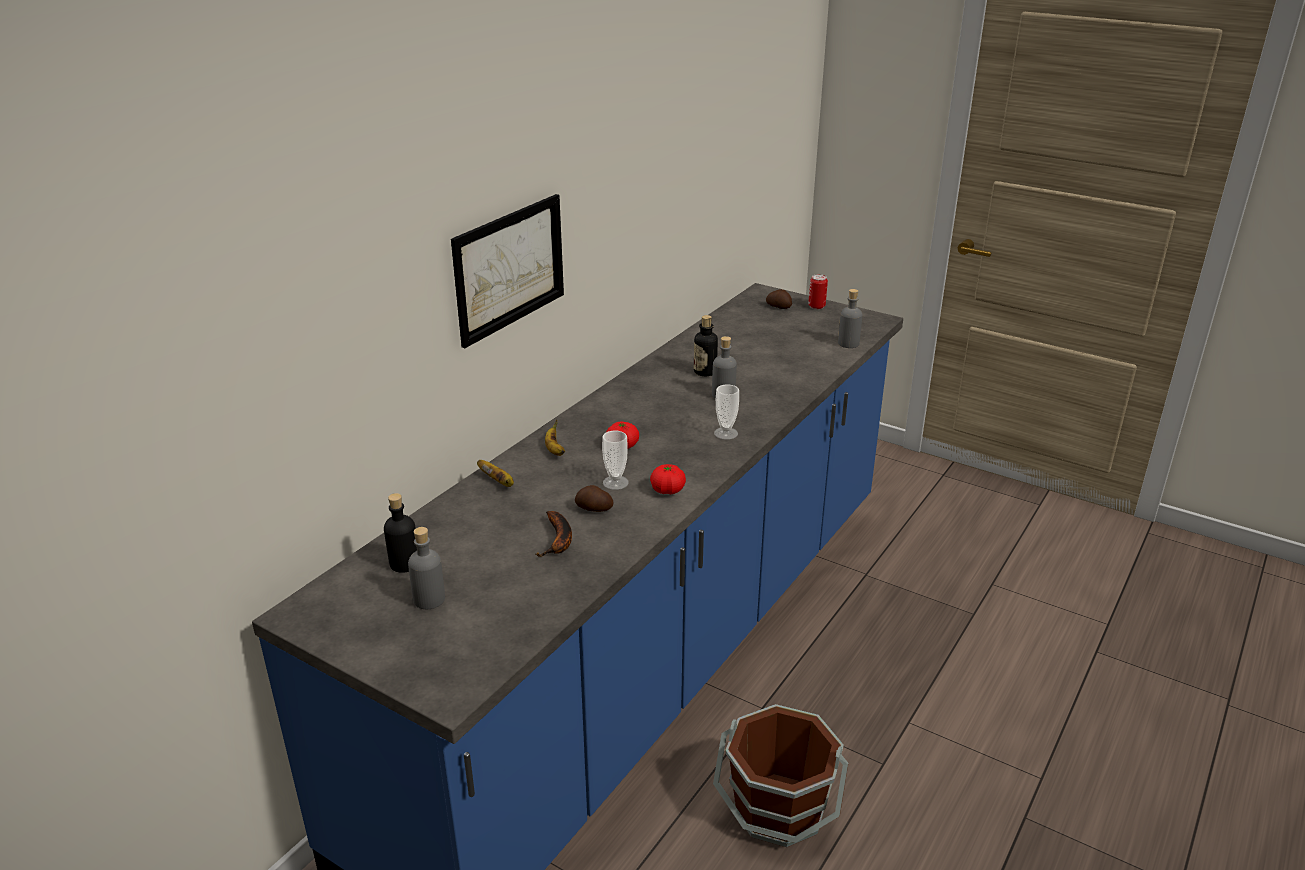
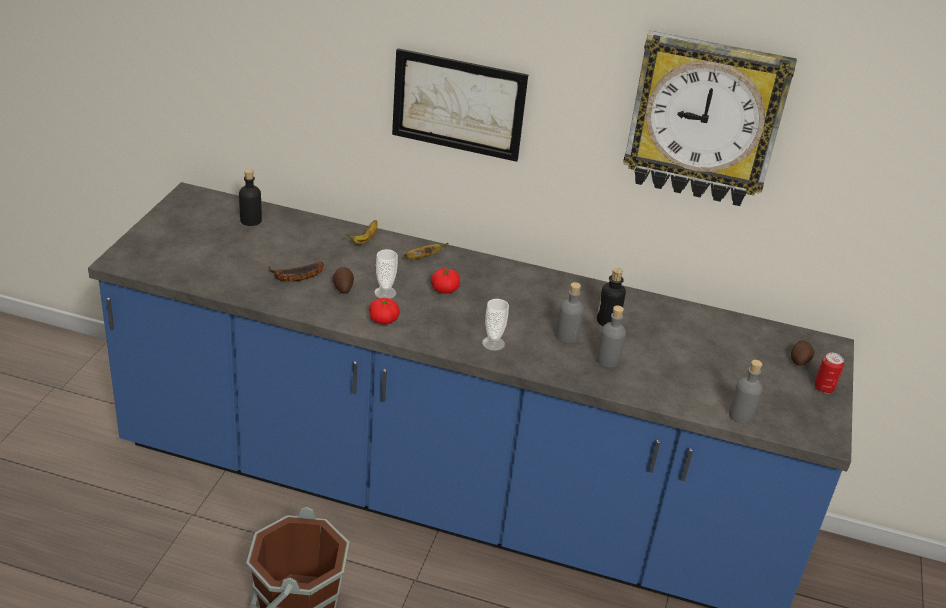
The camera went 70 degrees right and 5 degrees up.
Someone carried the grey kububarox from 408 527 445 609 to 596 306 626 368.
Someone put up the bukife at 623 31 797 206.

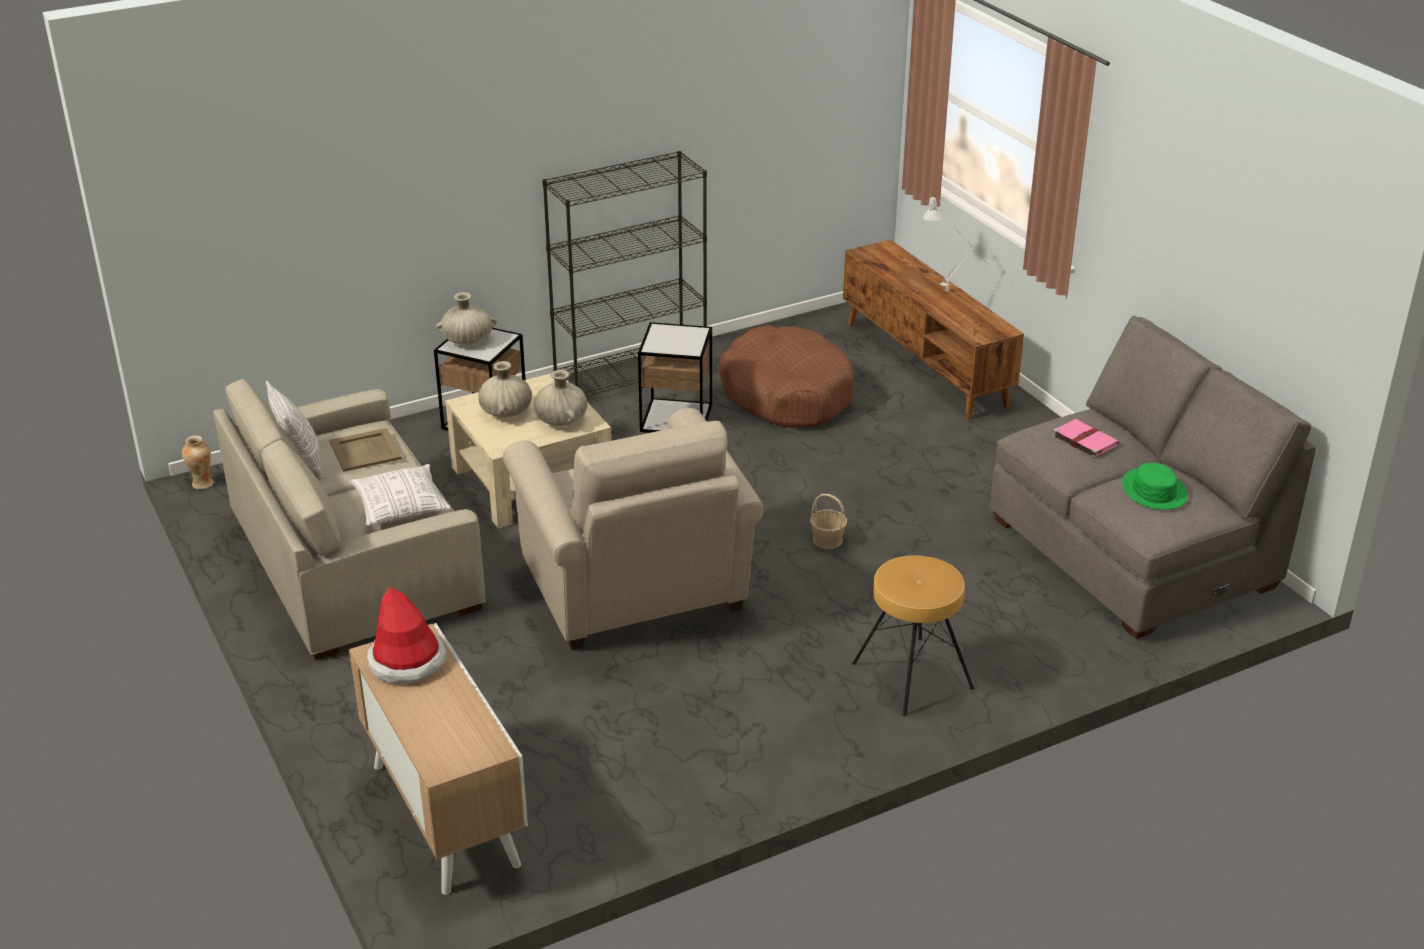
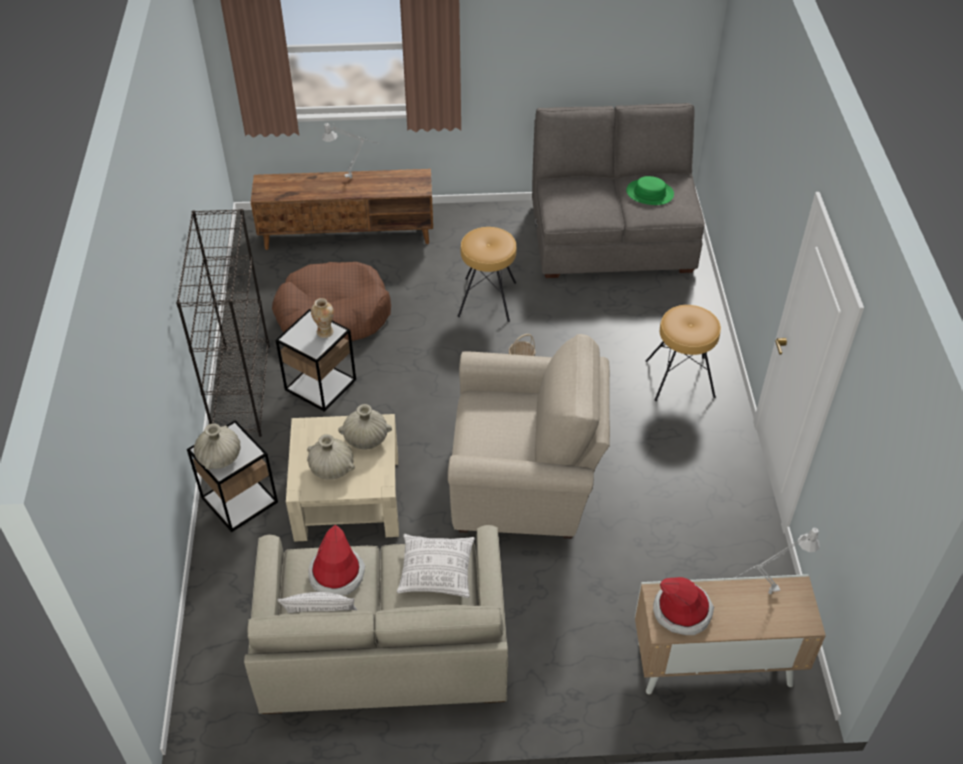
The camera went 65 degrees left and 15 degrees up.
Someone swapped the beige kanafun at 330 428 402 472 for the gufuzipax at 308 524 365 595.
Someone carried the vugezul from 182 436 213 489 to 311 298 334 338.
Someone put down the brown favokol at 457 227 516 322.
Someone put down the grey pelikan at 736 528 820 594.
Someone took away the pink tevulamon at 1052 419 1119 458.

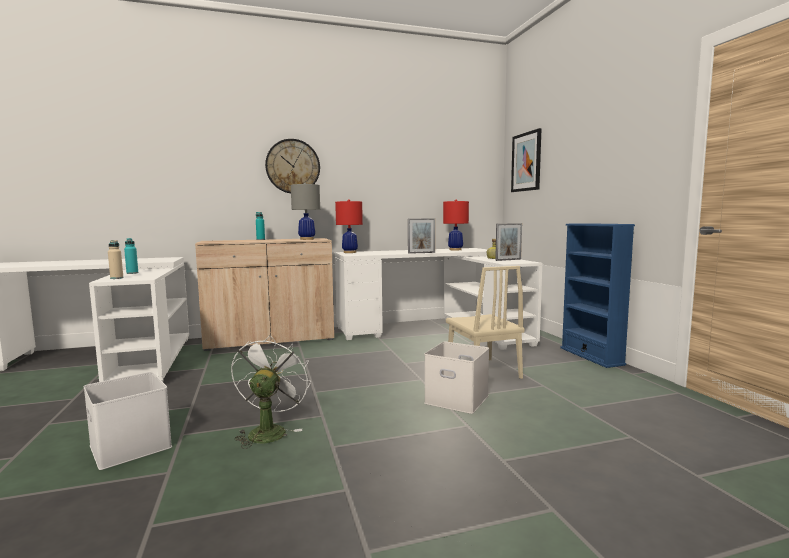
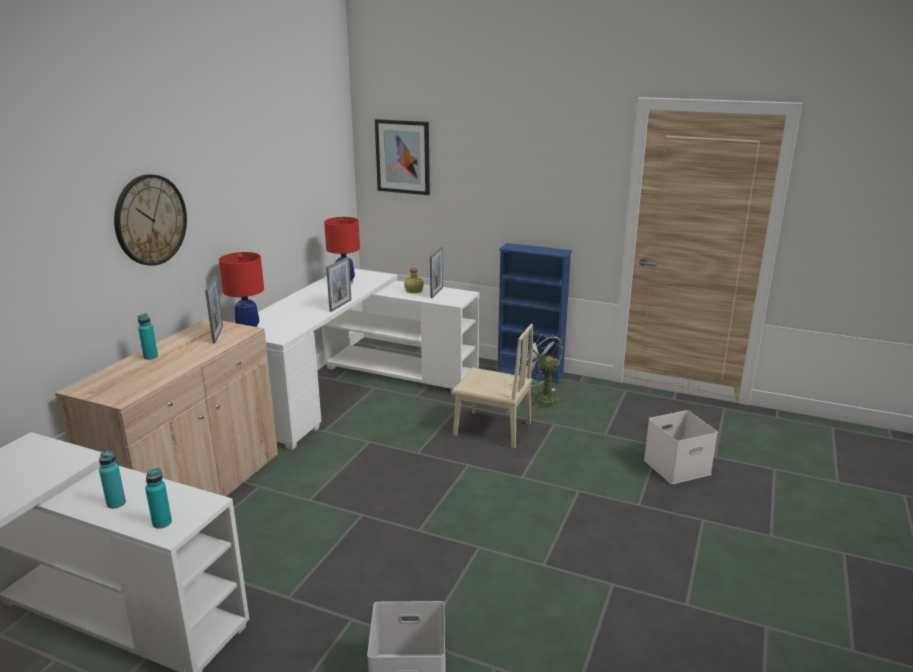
The camera went 50 degrees left and 15 degrees up.
Someone repainted the beige kububarox at 108 240 124 279, which became the turquoise kububarox at 145 468 172 529.
Someone swapped the grey pelikan at 291 183 320 240 for the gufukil at 205 276 223 344.
Someone carried the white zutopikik from 231 335 311 449 to 520 334 563 408.
Someone carried the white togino from 424 342 489 414 to 644 410 718 484.

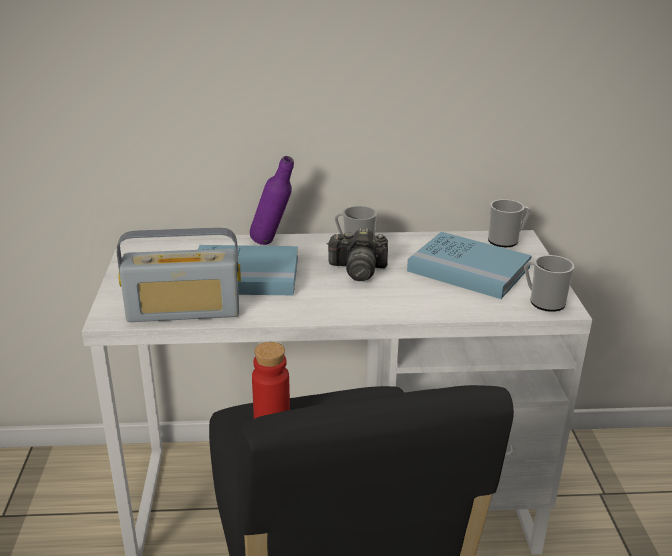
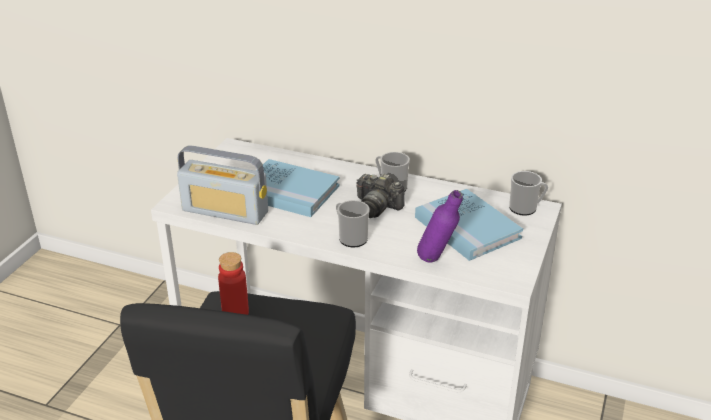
The camera went 25 degrees right and 5 degrees up.
Someone carried the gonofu from 524 255 574 312 to 336 200 370 247.
Someone carried the purple kububarox from 250 156 294 245 to 417 190 463 263.

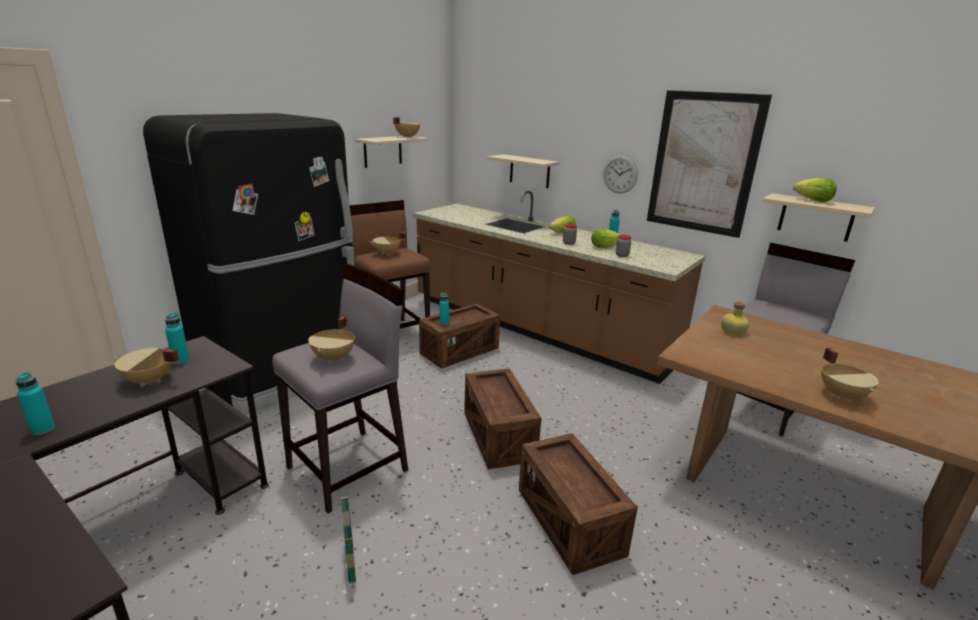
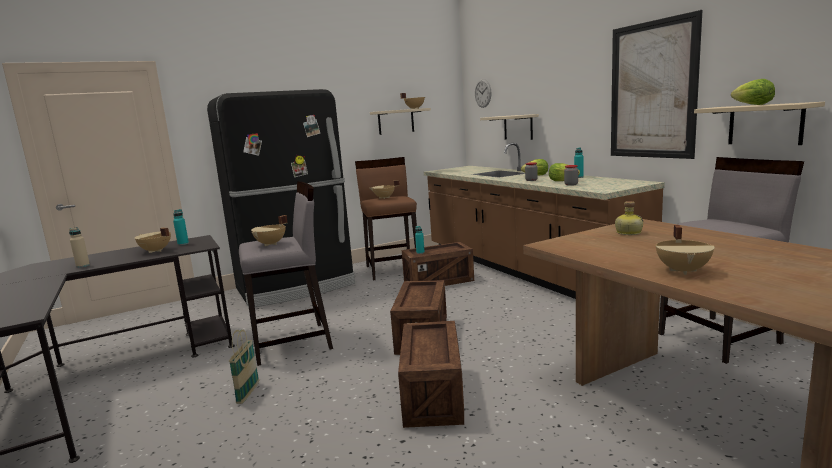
The camera went 25 degrees right and 10 degrees down.
Someone repainted the turquoise kububarox at 16 372 55 435, which became the beige kububarox at 69 227 90 268.
Someone carried the bukife from 603 155 638 193 to 475 79 491 108.

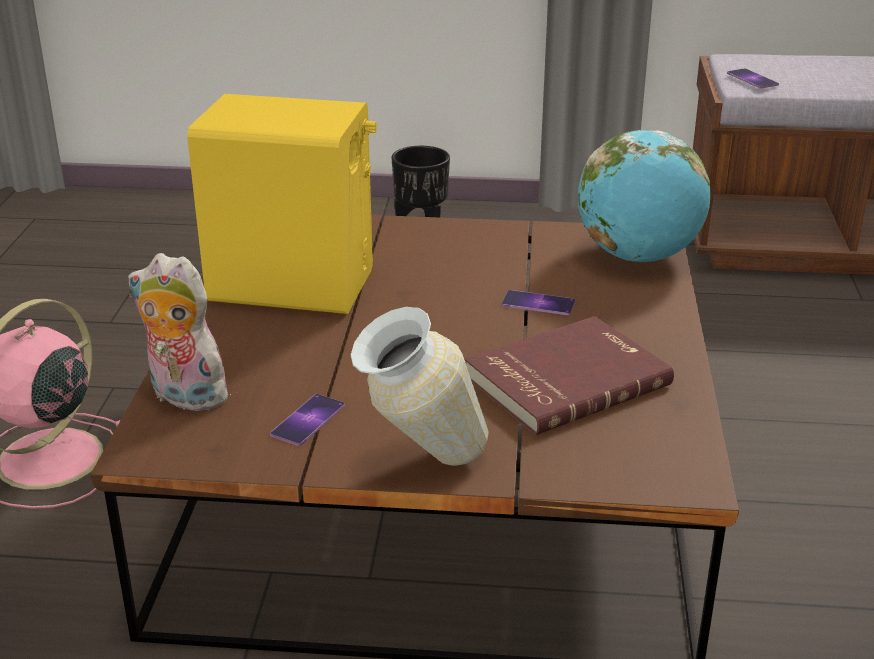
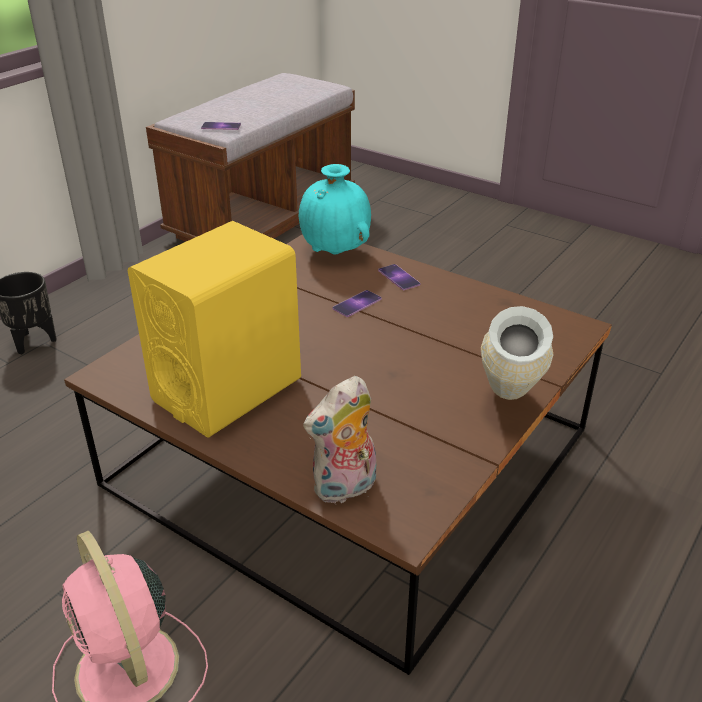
The camera went 60 degrees left and 5 degrees up.
Someone swapped the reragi at 578 130 711 262 for the turquoise vugezul at 299 164 371 255.
Someone carried the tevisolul from 270 394 345 446 to 378 264 420 290.
Someone took away the red tevulamon at 465 316 674 435.

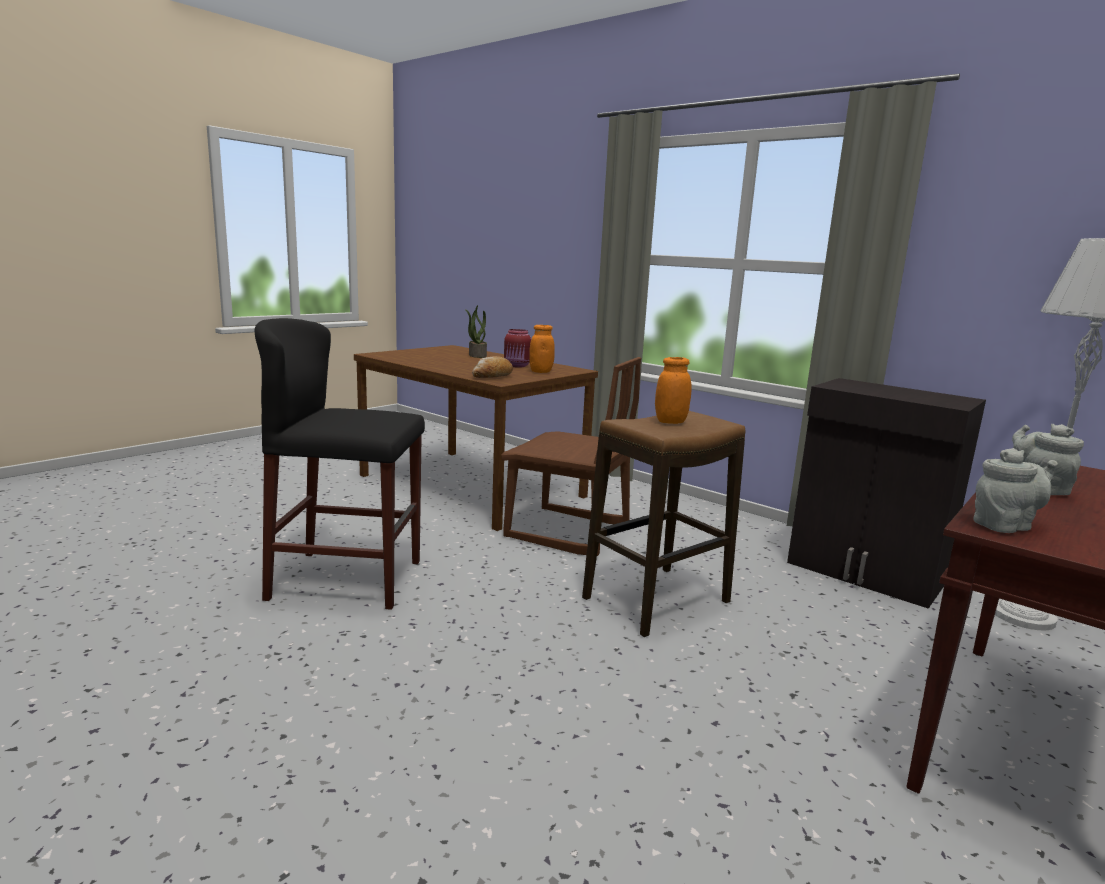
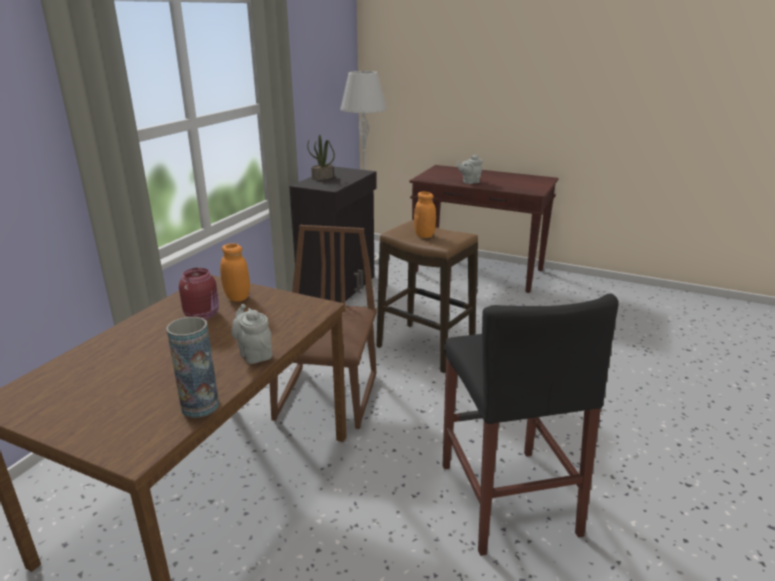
The camera went 105 degrees left and 10 degrees up.
Someone put down the vugezul at 166 317 219 418.
Someone carried the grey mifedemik from 973 448 1058 533 to 231 304 272 364.
Someone carried the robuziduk from 465 305 487 358 to 307 135 335 180.
Someone took away the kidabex at 472 356 513 378.

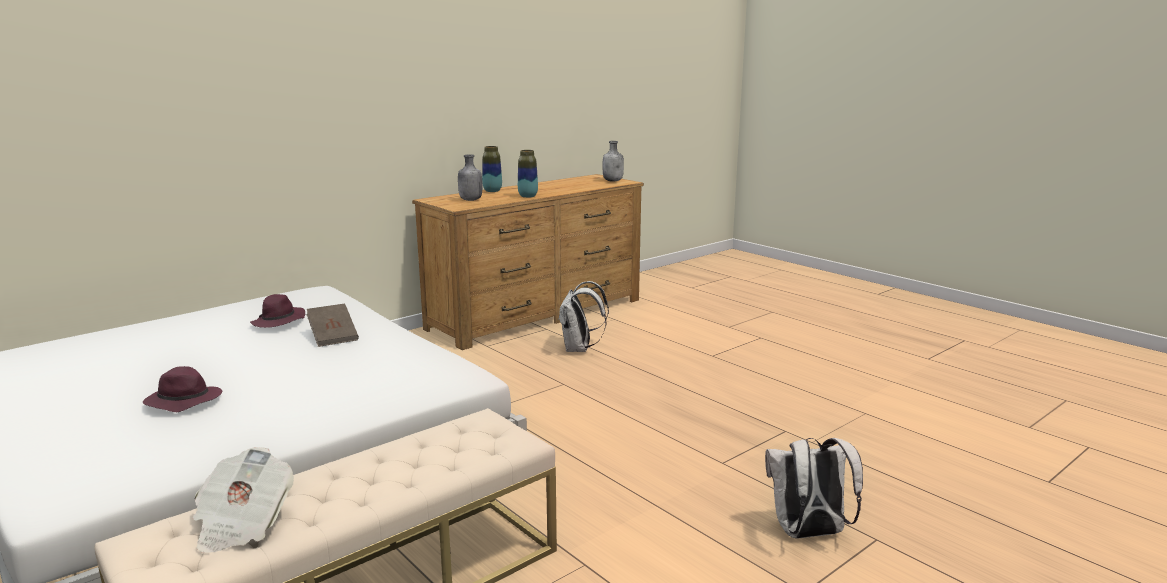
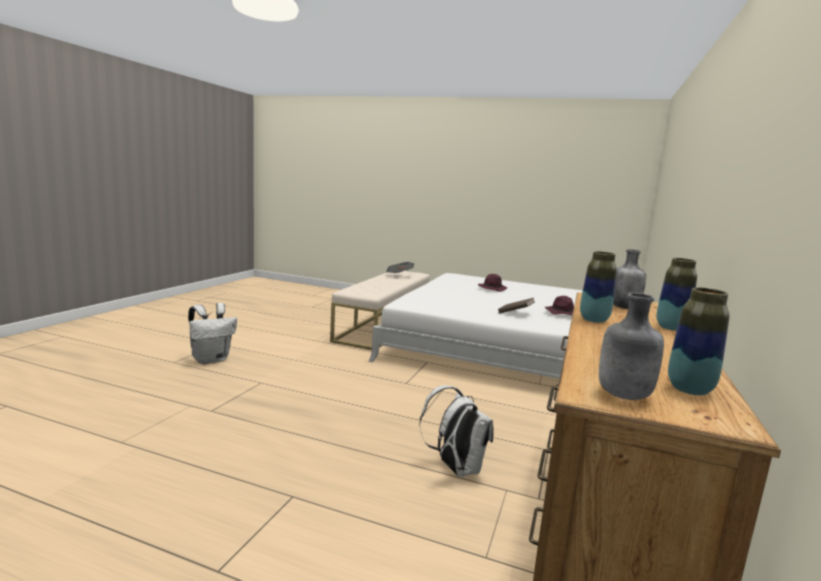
The camera went 150 degrees right and 5 degrees down.
Someone put down the vugezul at 668 287 729 395.

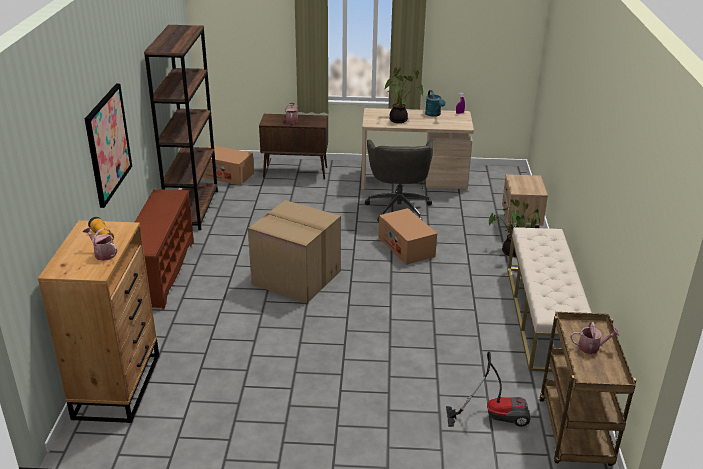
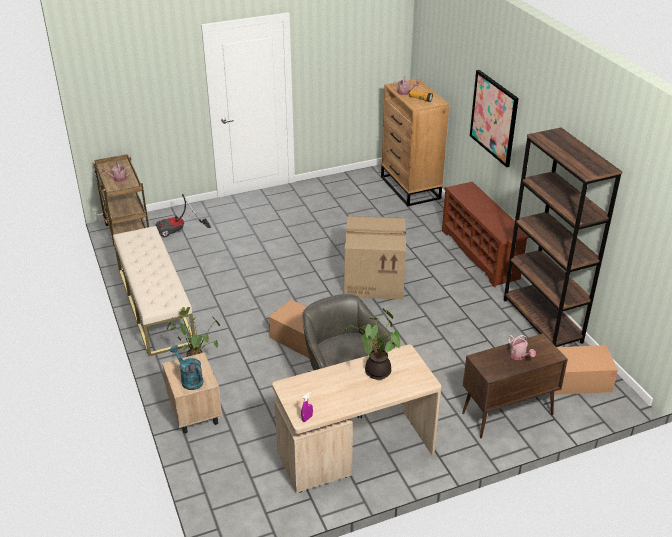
The camera went 155 degrees right and 5 degrees up.
Someone carried the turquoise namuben from 425 90 446 117 to 170 345 204 390.

